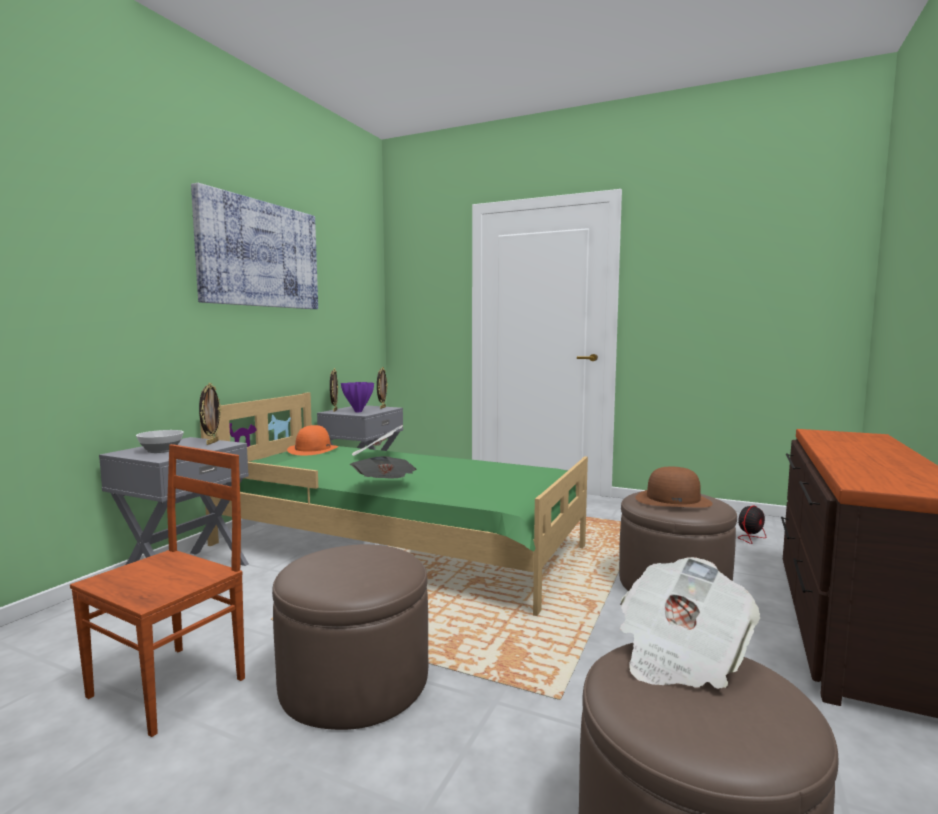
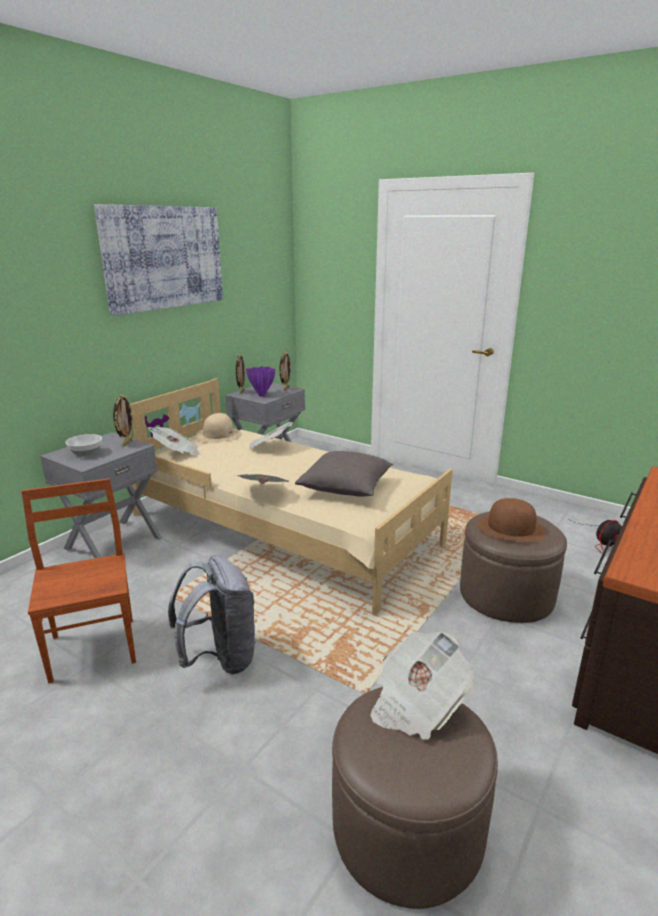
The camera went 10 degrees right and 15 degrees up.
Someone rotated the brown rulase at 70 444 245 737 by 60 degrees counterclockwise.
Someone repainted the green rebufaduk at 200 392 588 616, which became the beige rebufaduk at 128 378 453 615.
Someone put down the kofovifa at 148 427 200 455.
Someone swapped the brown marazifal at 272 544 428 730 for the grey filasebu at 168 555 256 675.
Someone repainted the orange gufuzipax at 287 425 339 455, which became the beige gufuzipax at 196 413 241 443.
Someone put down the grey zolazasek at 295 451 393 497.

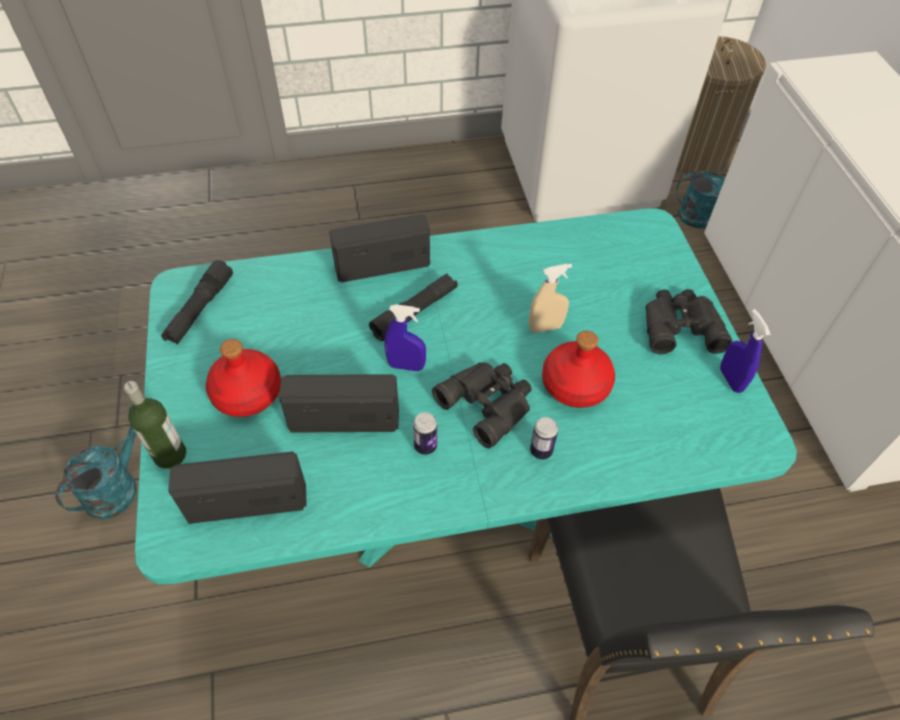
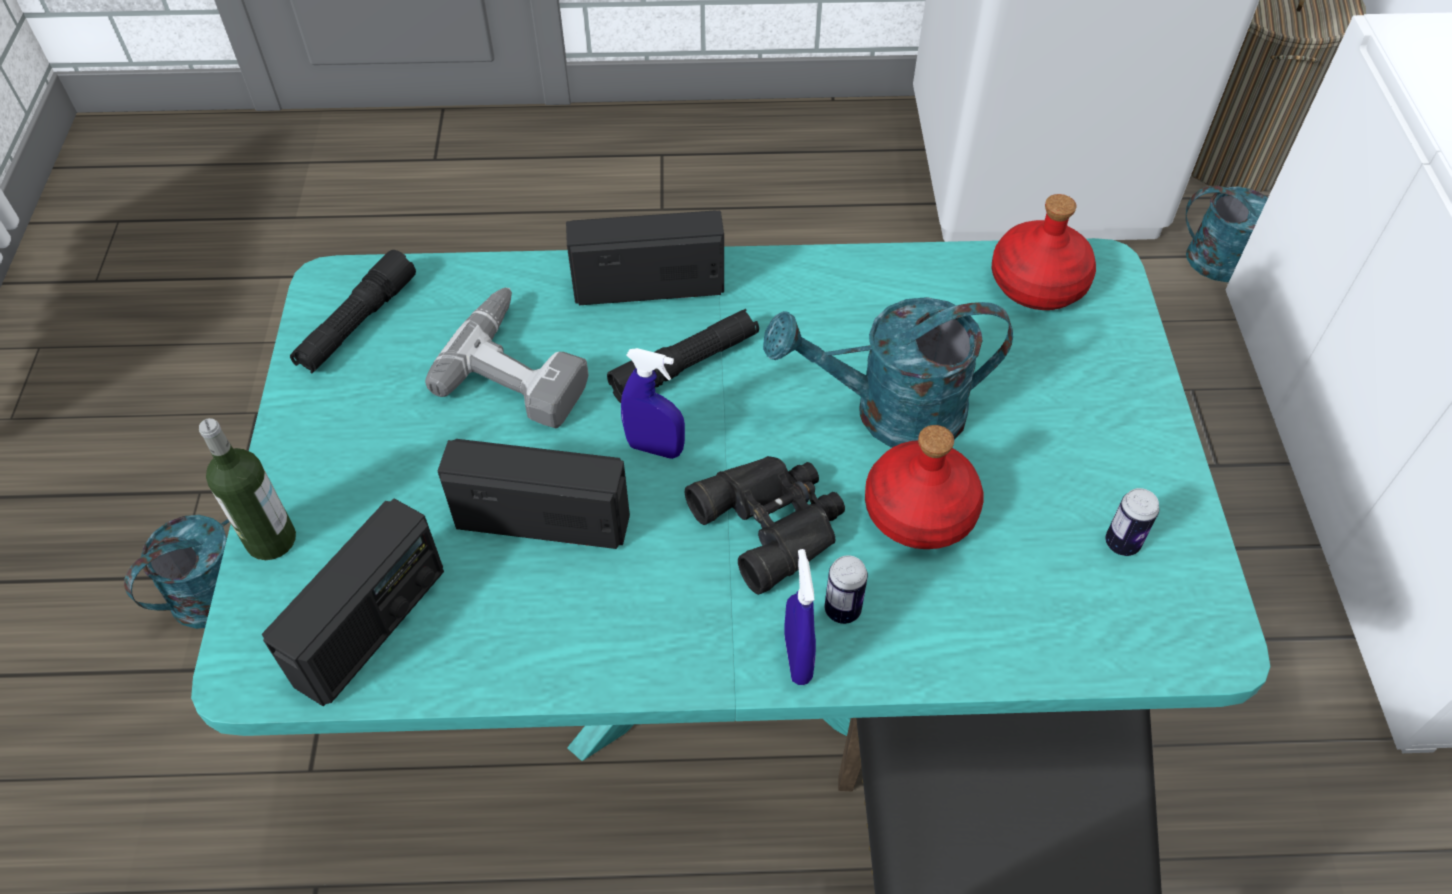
The camera went 10 degrees right and 0 degrees up.
Someone rotated the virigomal at 168 451 307 524 by 120 degrees clockwise.
Someone put down the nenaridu at 425 287 588 428.
Someone swapped the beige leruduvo at 529 264 572 333 for the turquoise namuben at 763 297 1013 448.
Someone carried the blue leruduvo from 720 309 770 393 to 784 549 816 685.
Someone carried the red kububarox from 206 339 281 417 to 992 194 1096 310.
Someone carried the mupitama from 413 412 437 455 to 1105 488 1159 556.
Someone took away the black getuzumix at 645 289 733 354.

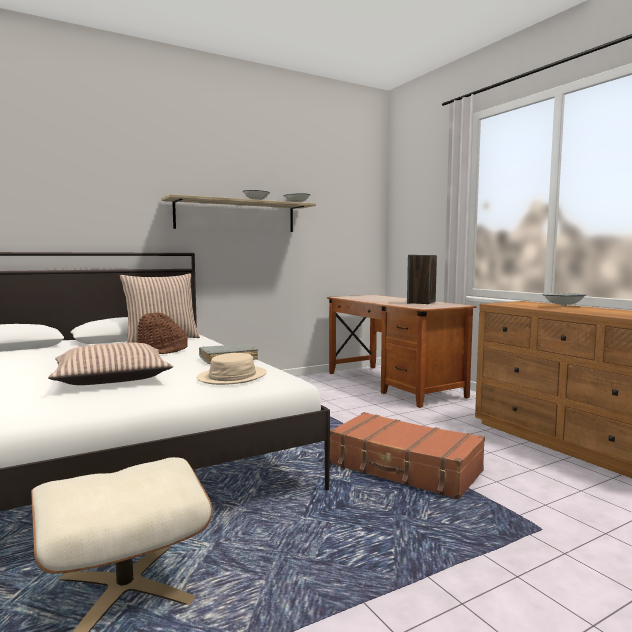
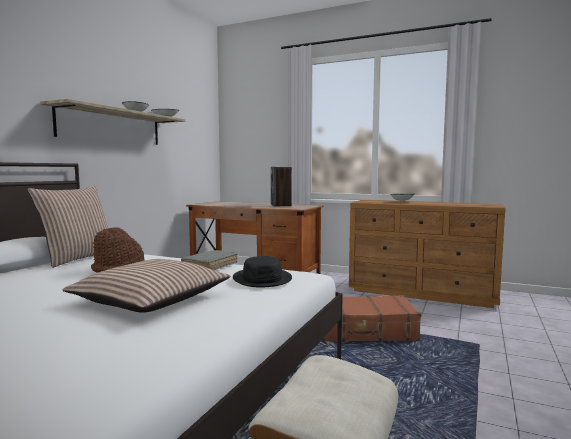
The camera went 35 degrees left and 0 degrees up.
Someone repainted the beige gufuzipax at 196 353 267 385, which became the black gufuzipax at 233 256 292 287.

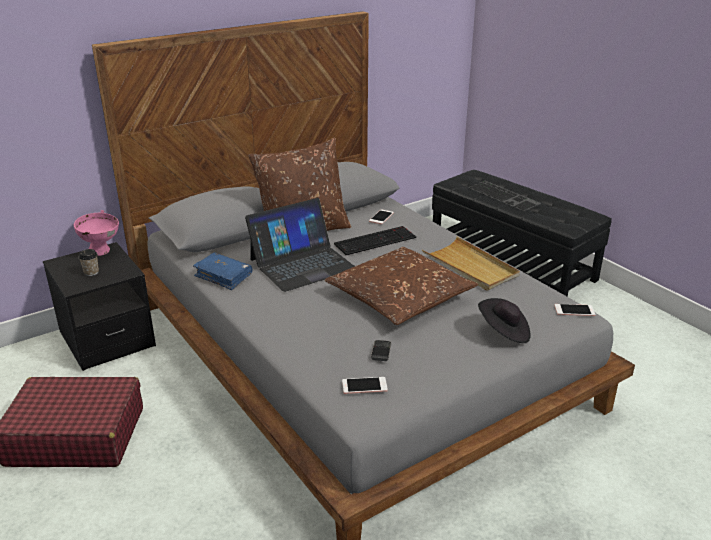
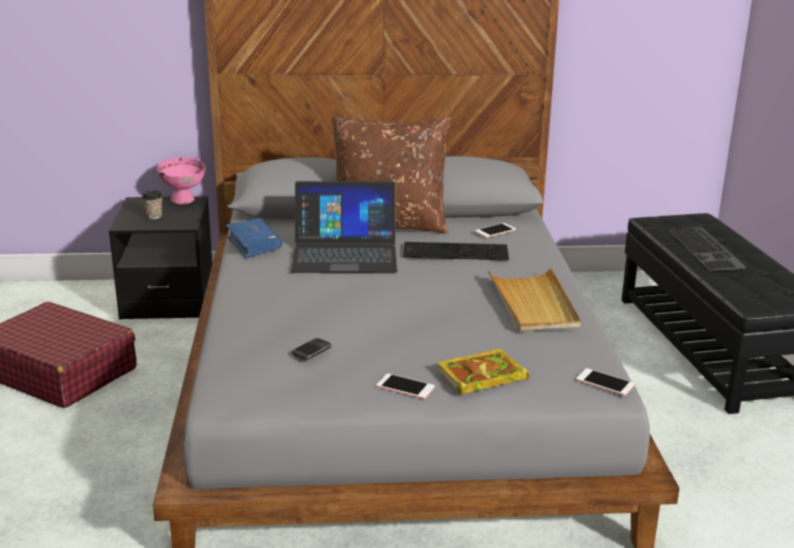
The camera went 30 degrees right and 5 degrees down.
Someone carried the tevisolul from 342 377 388 394 to 376 374 435 399.
Someone swapped the black gufuzipax at 478 298 531 343 for the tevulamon at 437 349 529 394.
Someone took away the brown zolazasek at 325 247 478 325.

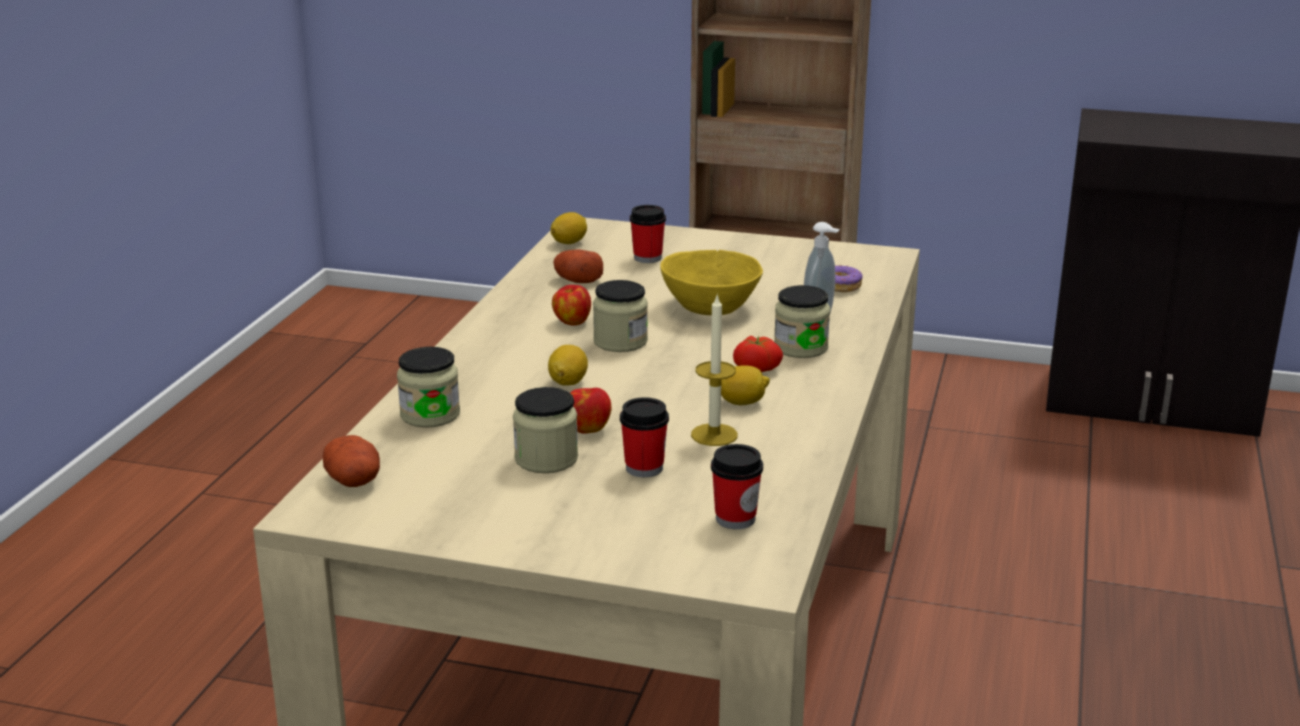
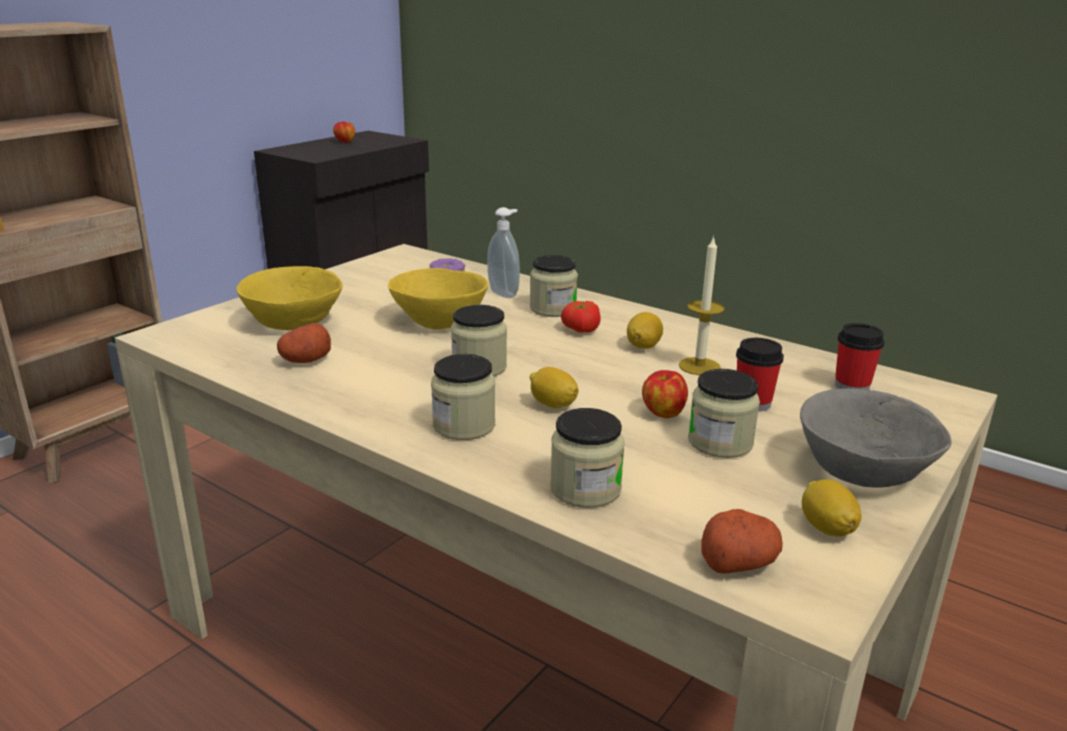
The camera went 70 degrees left and 0 degrees up.
Someone swapped the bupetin at 630 205 666 263 for the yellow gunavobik at 236 266 343 330.
Someone carried the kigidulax from 552 285 591 326 to 333 121 355 143.
Someone put down the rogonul at 431 354 495 440.
Someone put down the grey gunavobik at 800 389 952 488.
Someone carried the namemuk from 551 212 587 244 to 802 479 862 537.

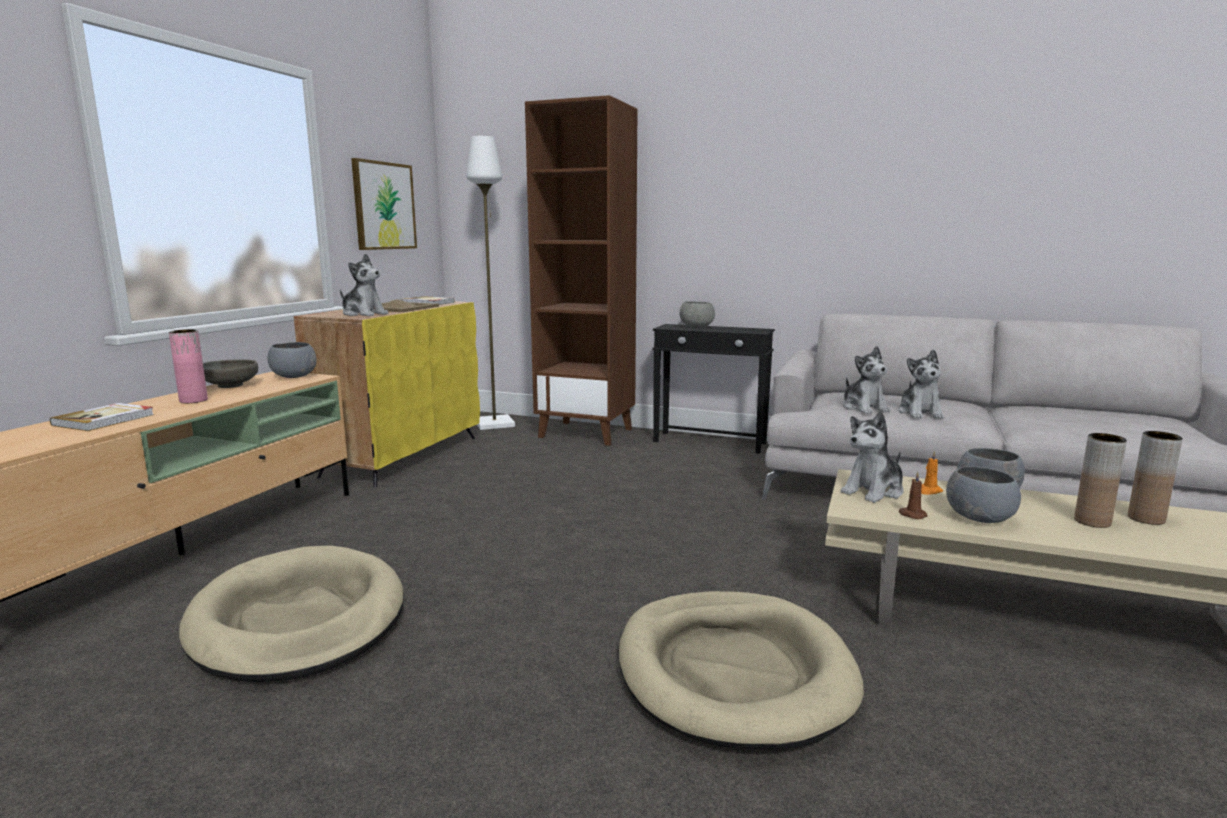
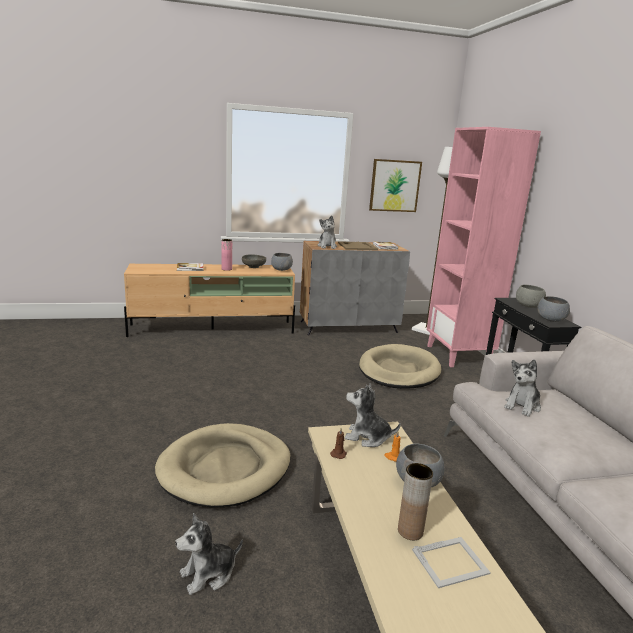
The camera went 55 degrees right and 5 degrees up.
Someone carried the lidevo from 898 349 944 419 to 175 513 243 595.
Someone repainted the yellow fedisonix at 294 301 480 487, which became the grey fedisonix at 300 241 410 335.
Someone carried the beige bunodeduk from 179 545 404 682 to 359 344 441 389.
Someone swapped the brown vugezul at 1128 431 1183 525 for the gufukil at 412 537 491 588.
Someone repainted the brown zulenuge at 525 95 638 446, which became the pink zulenuge at 427 127 541 367.
Someone carried the grey gunavobik from 946 466 1021 523 to 537 296 570 322.

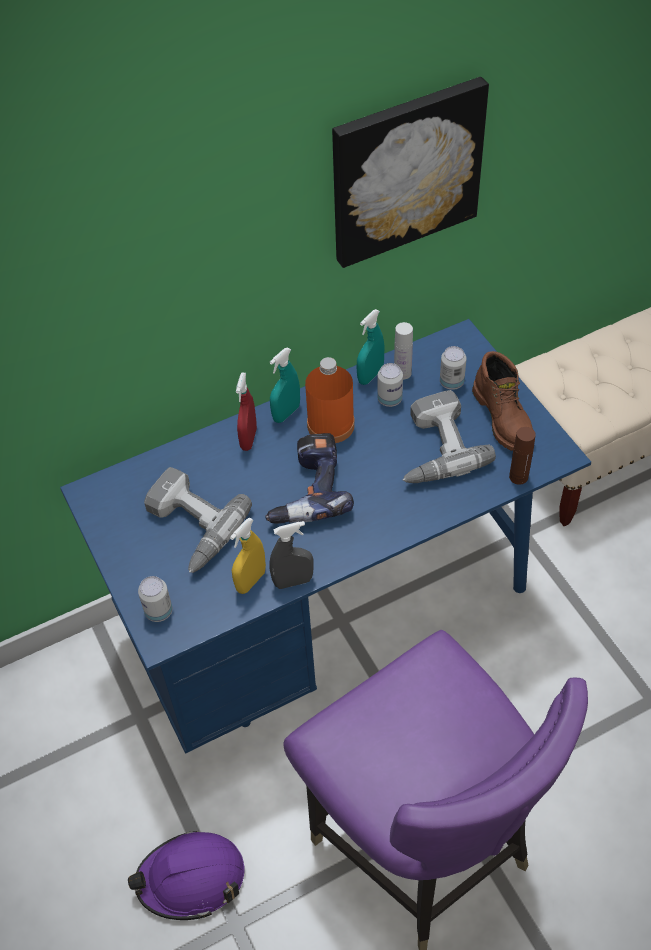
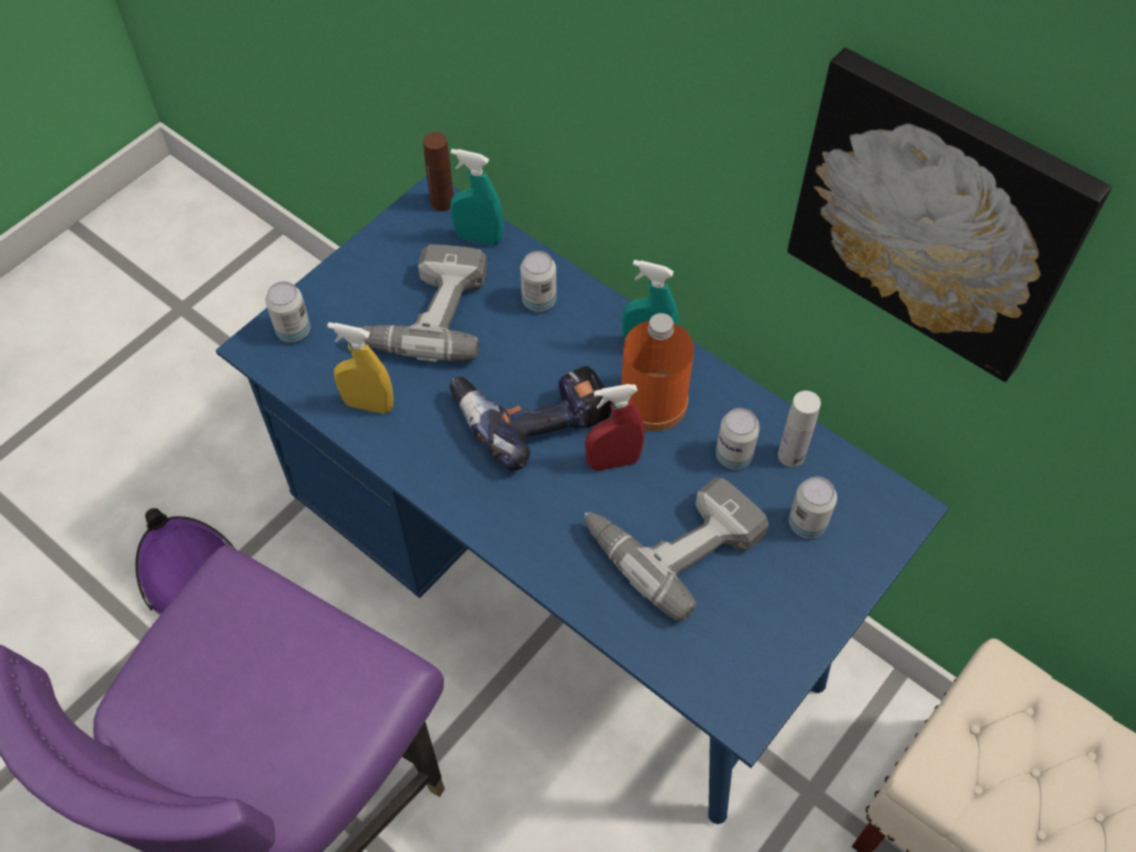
The camera went 65 degrees right and 5 degrees up.
Someone carried the brown kububarox from 509 427 536 485 to 423 132 454 211.
Someone carried the turquoise leruduvo from 357 309 385 385 to 450 149 503 246.
Someone put down the mupitama at 520 251 557 311.
Someone carried the red leruduvo from 236 372 257 451 to 585 384 645 471.
Someone took away the grey leruduvo at 270 521 314 589.
Someone took away the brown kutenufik at 472 351 533 451.

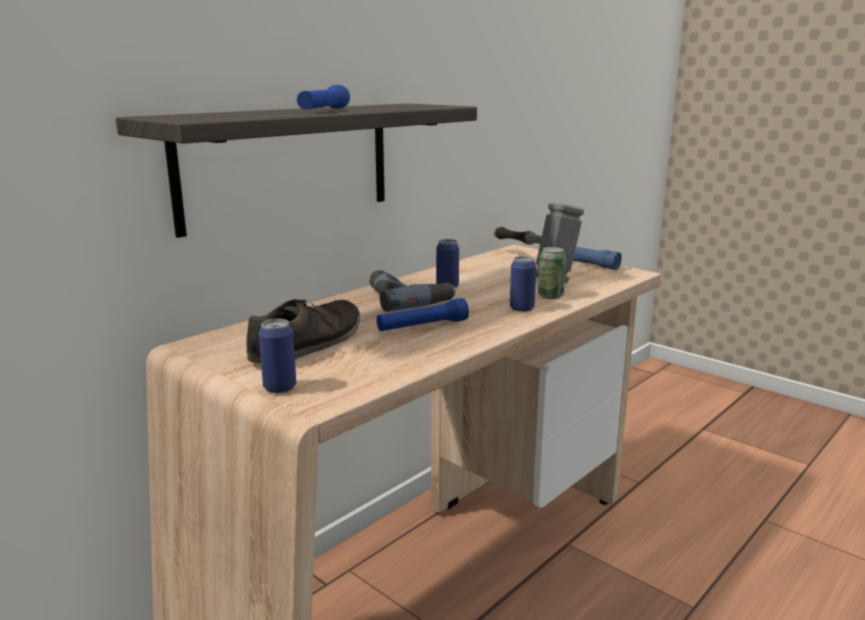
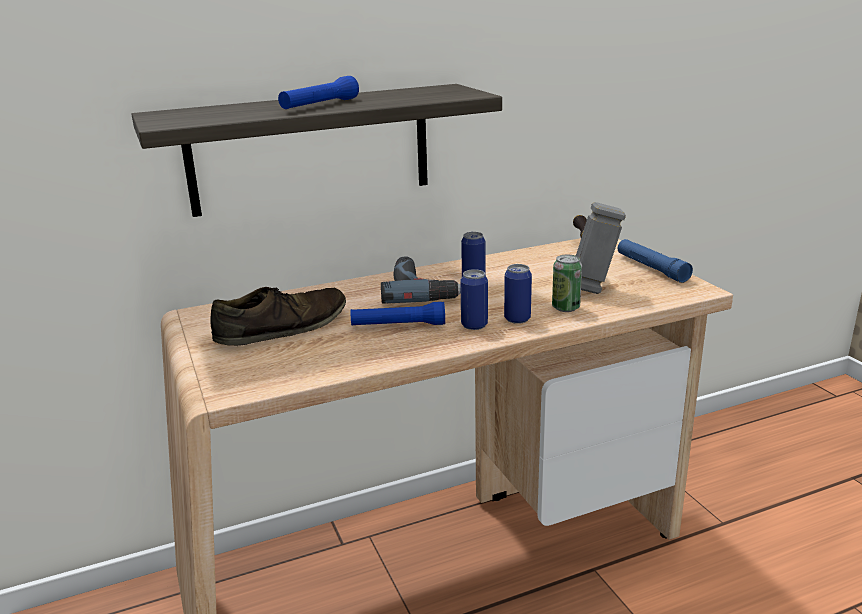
The camera went 25 degrees right and 5 degrees up.
Someone carried the mupitama from 259 319 296 393 to 460 269 488 330.

